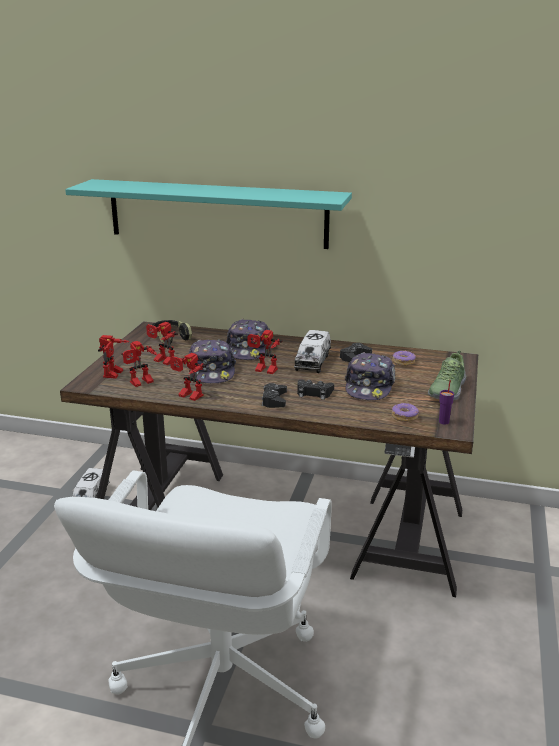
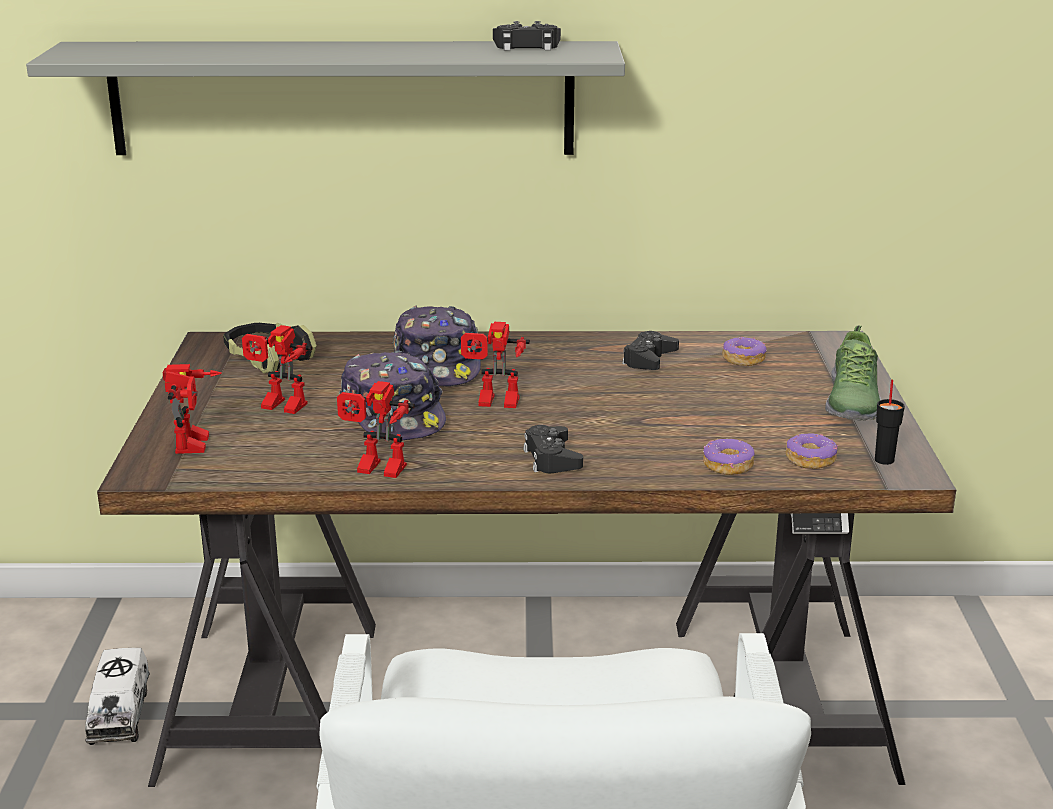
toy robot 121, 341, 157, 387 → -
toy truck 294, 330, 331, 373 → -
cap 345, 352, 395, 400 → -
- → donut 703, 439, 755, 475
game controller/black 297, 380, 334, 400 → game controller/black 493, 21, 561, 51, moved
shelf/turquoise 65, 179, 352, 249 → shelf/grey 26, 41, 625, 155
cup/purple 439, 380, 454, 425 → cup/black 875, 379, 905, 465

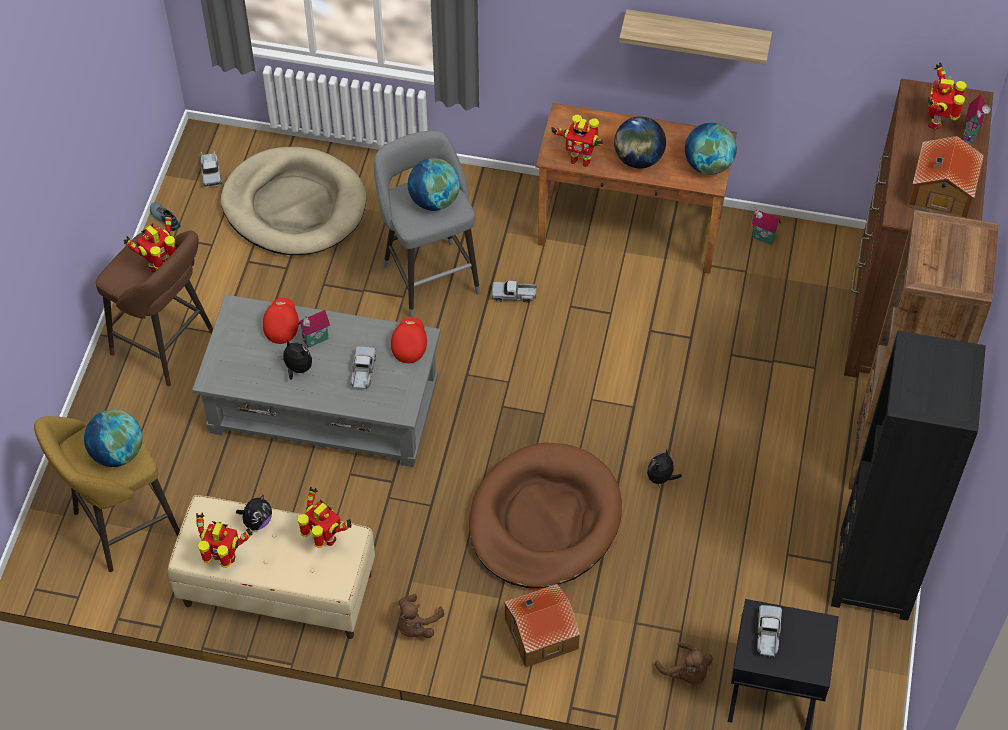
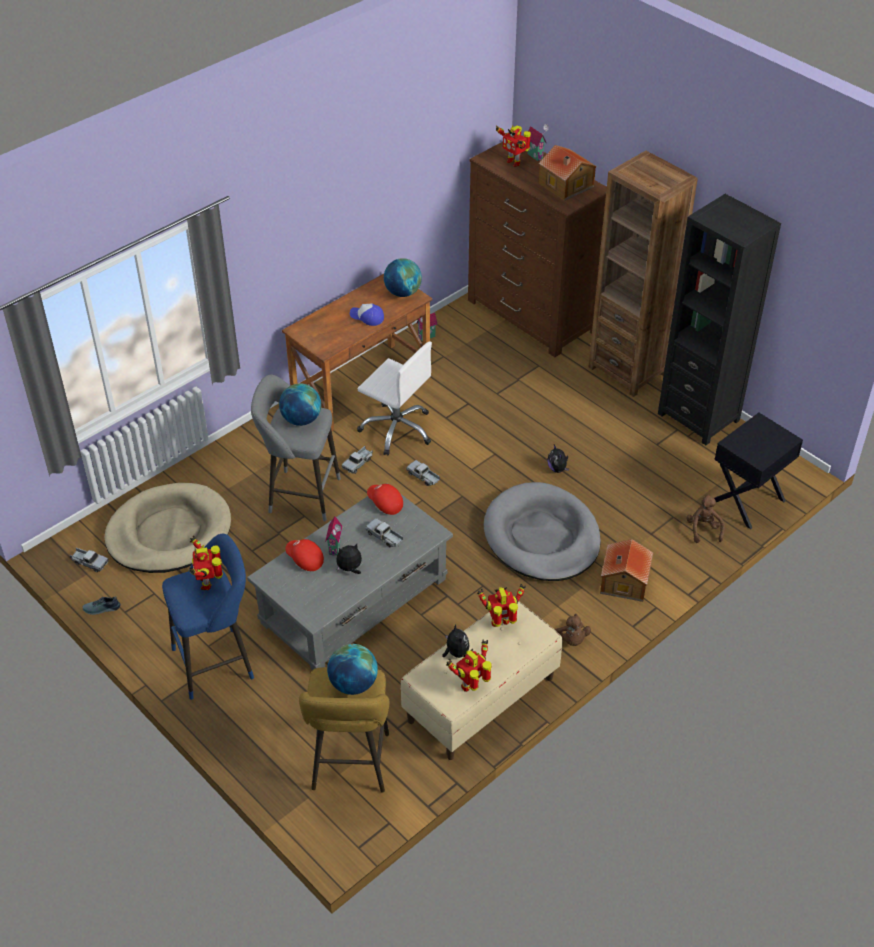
toy robot 551, 115, 603, 167 → -
shelf 619, 9, 772, 65 → -
- → office chair/white 357, 342, 432, 455
toy truck 757, 605, 782, 657 → toy truck 406, 460, 440, 486, moved
globe 614, 116, 666, 168 → cap 350, 303, 384, 326
stool/brown 96, 231, 213, 386 → stool/blue 162, 534, 254, 700
dog bed/brown 469, 442, 622, 588 → dog bed/grey 484, 482, 601, 581
plush toy/brown 655, 642, 713, 685 → plush toy/brown 686, 494, 725, 543, 90 degrees counterclockwise

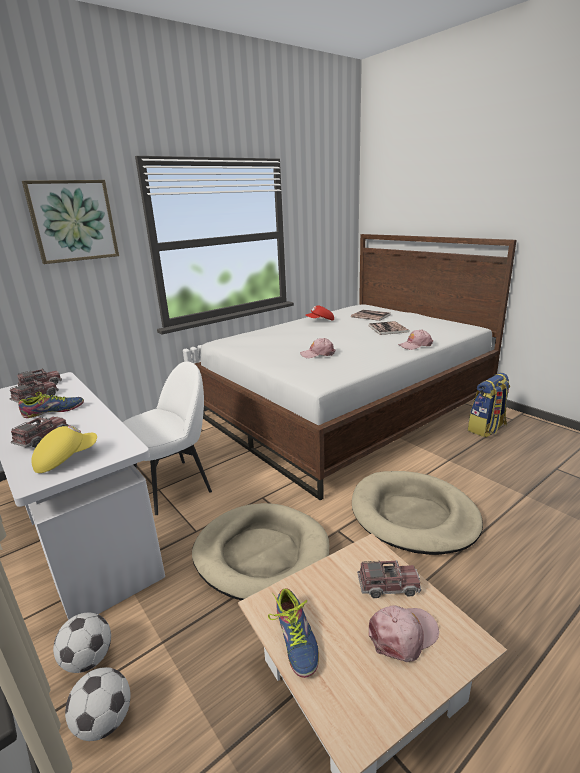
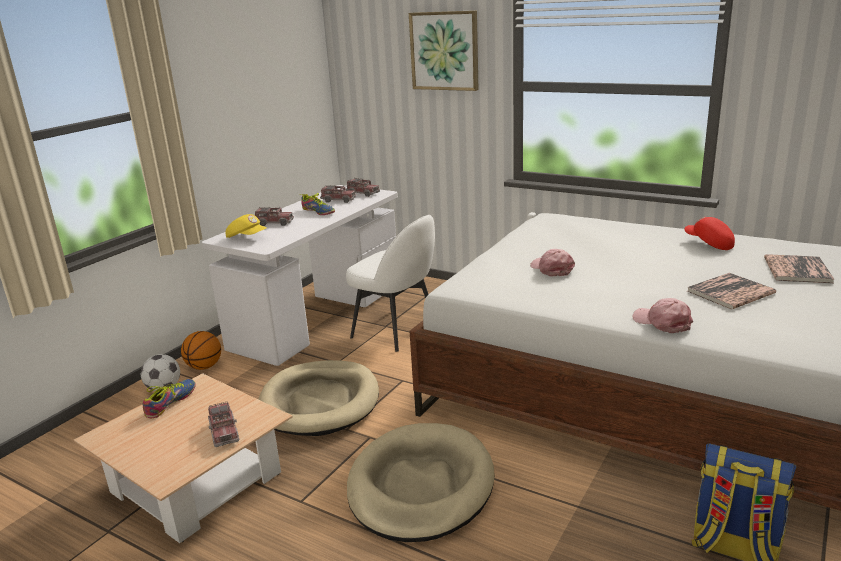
cap/pink 369, 605, 439, 662 → -
football 53, 613, 111, 673 → basketball 181, 331, 221, 370
shoe 268, 588, 319, 678 → shoe 143, 379, 195, 418, 150 degrees clockwise

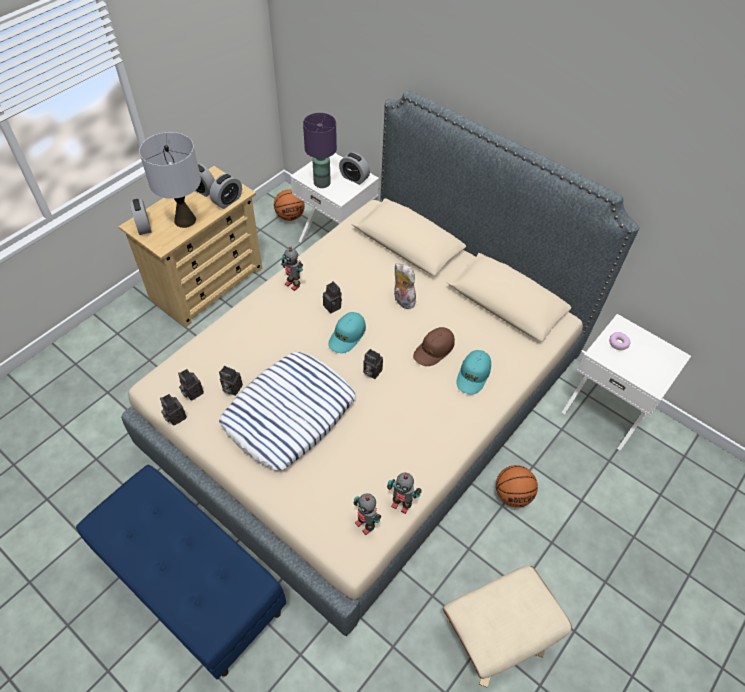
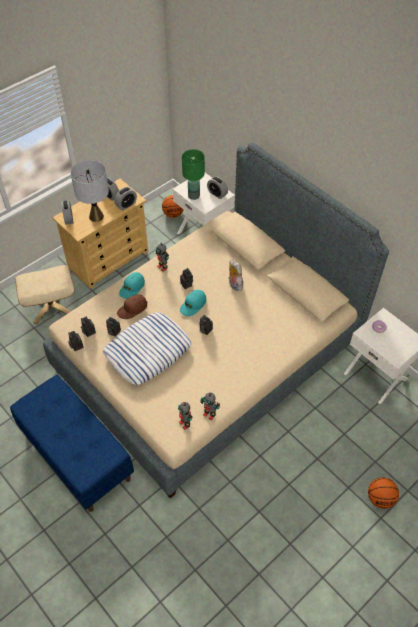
cap/brown 413, 327, 455, 366 → cap/brown 117, 294, 147, 319, moved
ottoman/beige 443, 566, 572, 687 → ottoman/beige 15, 265, 75, 324, moved
cap/turquoise 456, 350, 491, 395 → cap/turquoise 119, 272, 145, 299, moved
basketball 496, 465, 538, 507 → basketball 368, 478, 399, 509, moved
table lamp/purple 303, 113, 337, 188 → table lamp/green 182, 149, 205, 200

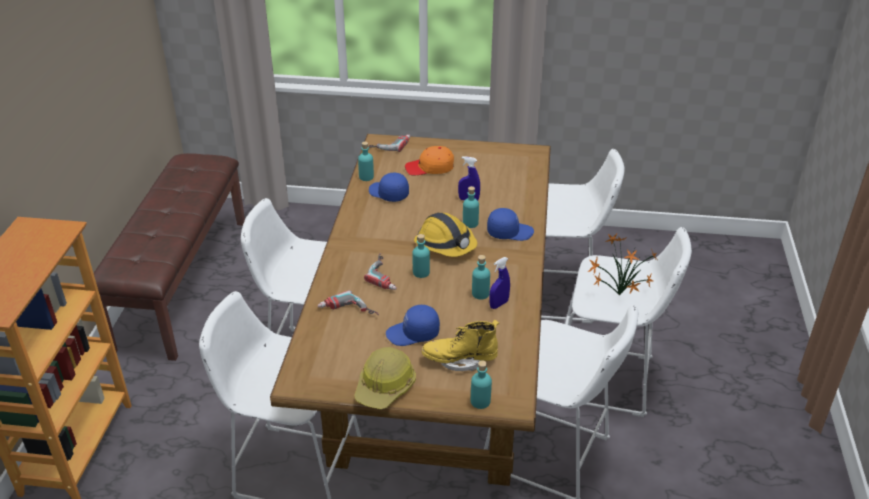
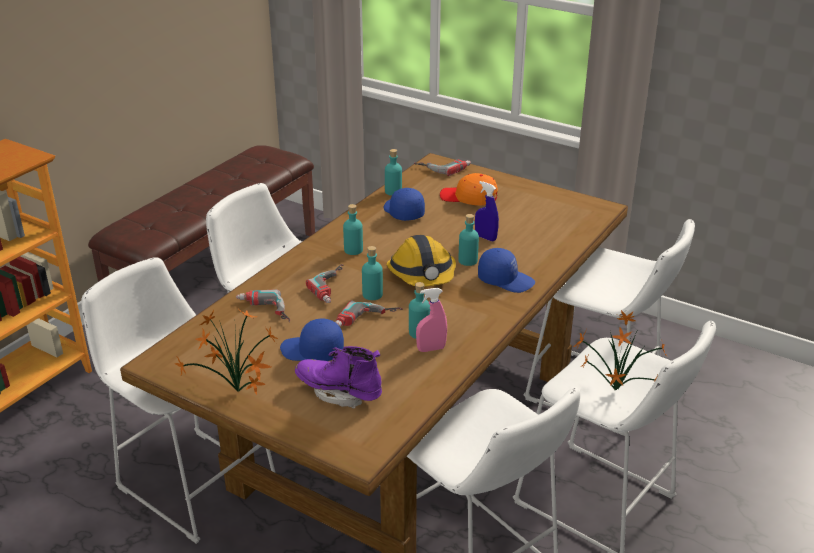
- → power drill 335, 300, 403, 327
bottle/turquoise 471, 360, 492, 409 → bottle/turquoise 343, 204, 363, 255, moved
hard hat 354, 347, 416, 410 → potted plant 175, 309, 278, 395
boot/yellow 422, 320, 499, 371 → boot/purple 295, 346, 382, 409
spray bottle/blue 489, 257, 510, 309 → spray bottle/pink 416, 288, 447, 352

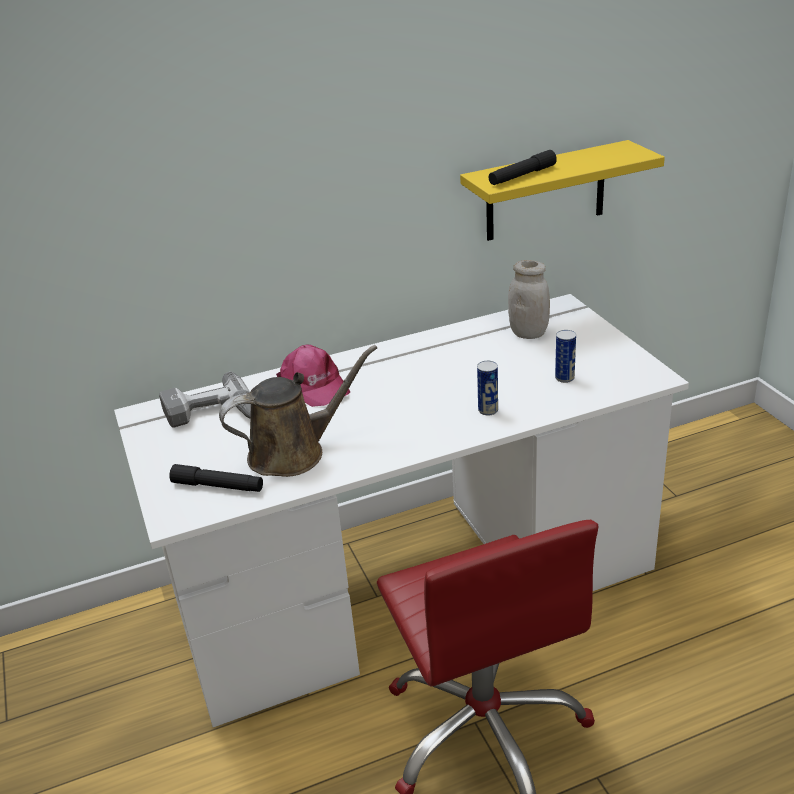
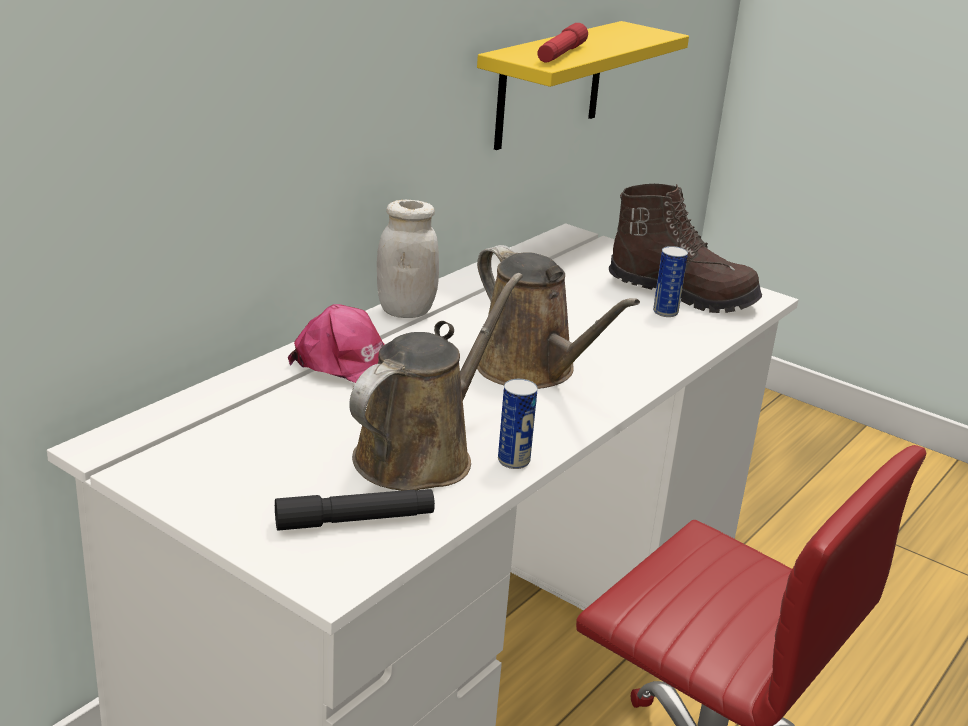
power drill 159, 372, 251, 428 → -
- → watering can/brown 477, 245, 640, 389
- → boot/brown 609, 184, 762, 313
can 477, 361, 498, 416 → can 498, 379, 538, 469, moved
jar/white 508, 260, 550, 339 → jar/white 377, 200, 439, 318, moved
flashlight/black 488, 150, 557, 185 → flashlight/red 537, 23, 588, 62

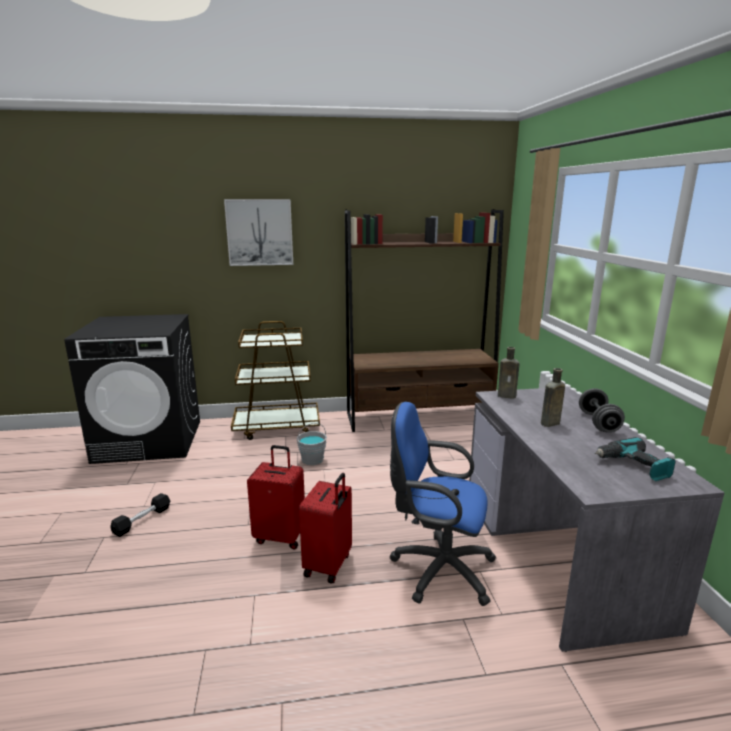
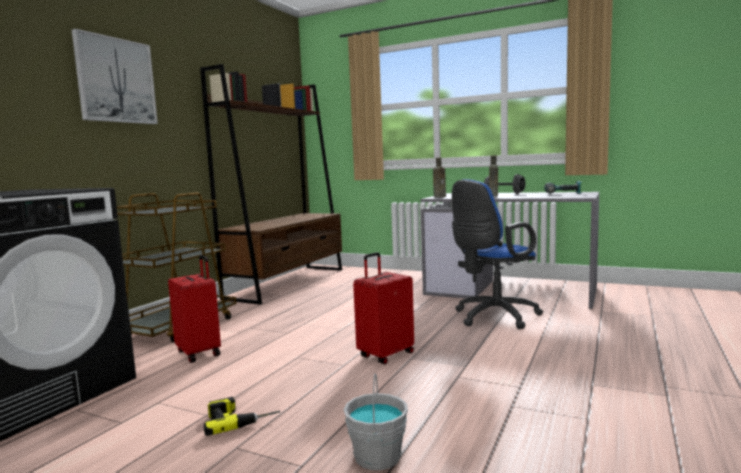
bucket/grey 297, 423, 327, 465 → bucket/grey 344, 373, 408, 470, moved
suitcase/red 299, 473, 352, 584 → suitcase/red 168, 255, 221, 363, moved
dumbbell/black 110, 493, 170, 537 → power drill 204, 397, 280, 436

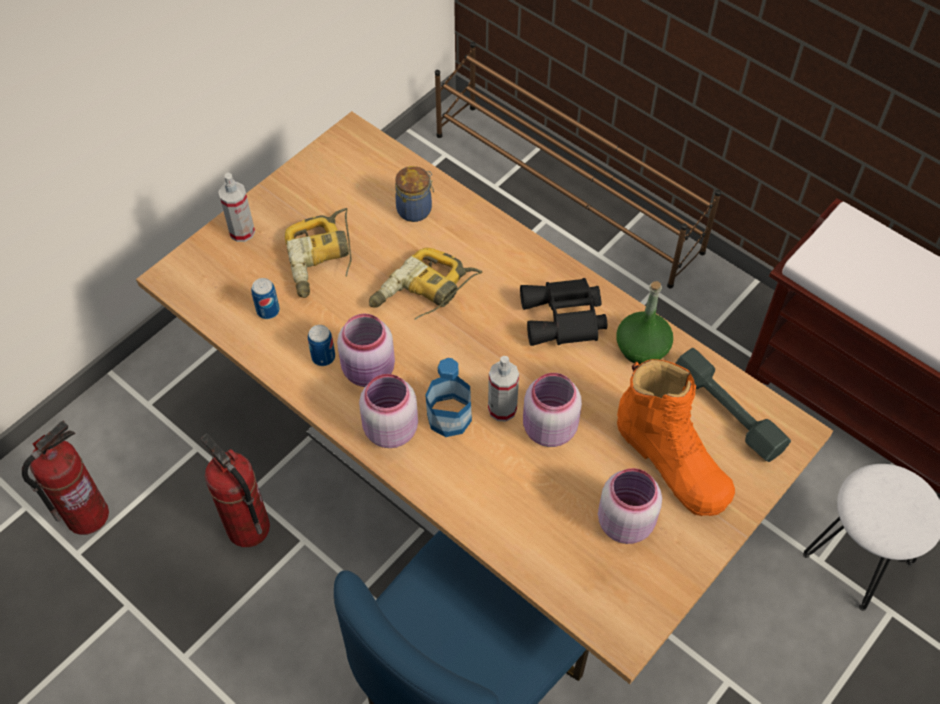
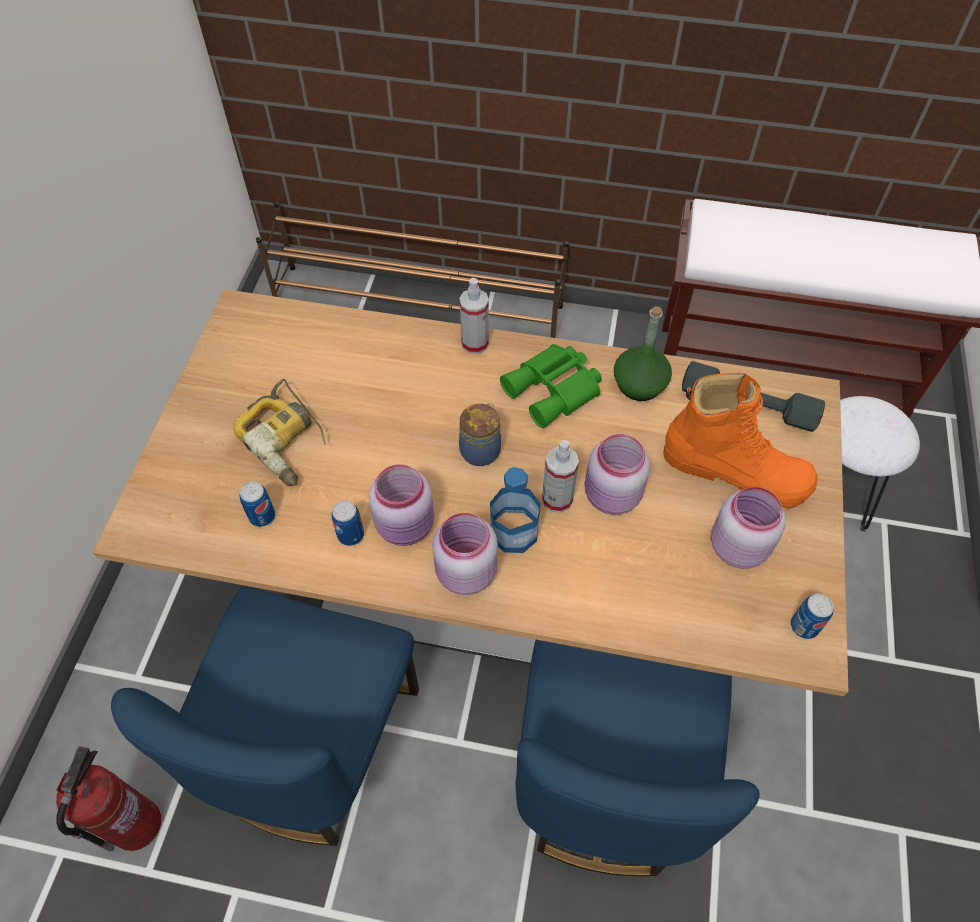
power drill 369, 248, 482, 320 → -
- → can 791, 594, 834, 639
spray bottle 218, 173, 255, 242 → spray bottle 460, 278, 489, 354, moved
jar 395, 166, 434, 222 → jar 459, 403, 501, 466, moved
fire extinguisher 201, 434, 270, 547 → chair/blue 111, 587, 419, 846
binoculars/black 520, 278, 607, 346 → binoculars/green 500, 344, 602, 428

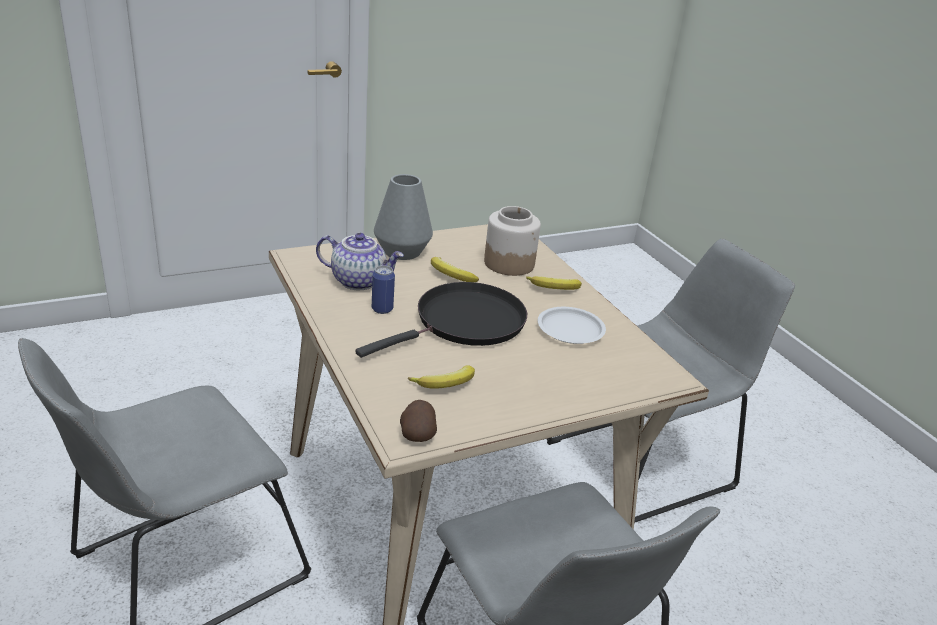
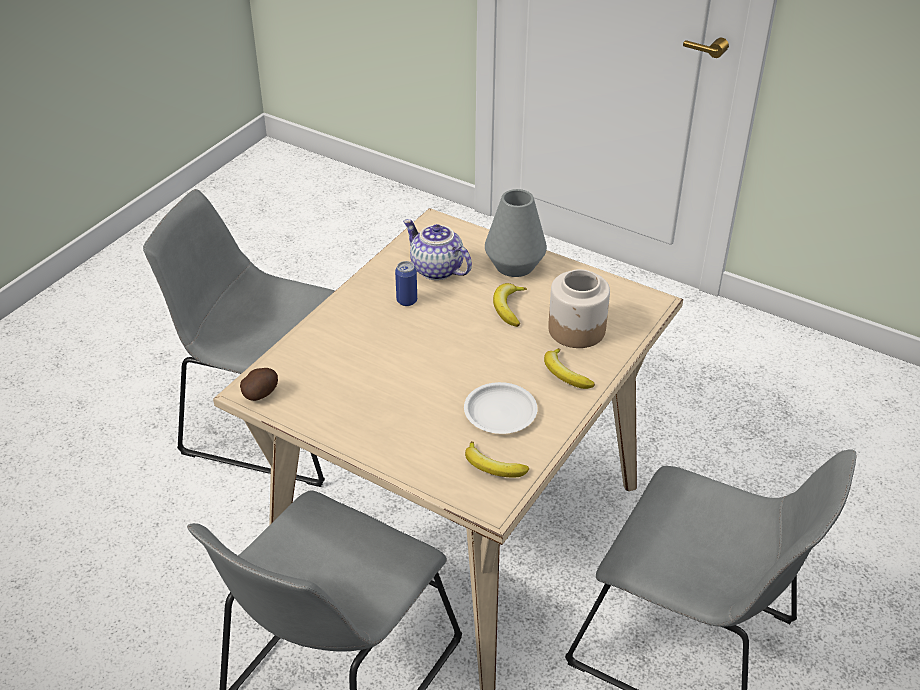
frying pan/black 355, 282, 527, 358 → -
banana 408, 366, 475, 389 → banana 465, 441, 529, 478, moved
teapot 316, 233, 404, 290 → teapot 403, 219, 472, 280, 150 degrees clockwise

